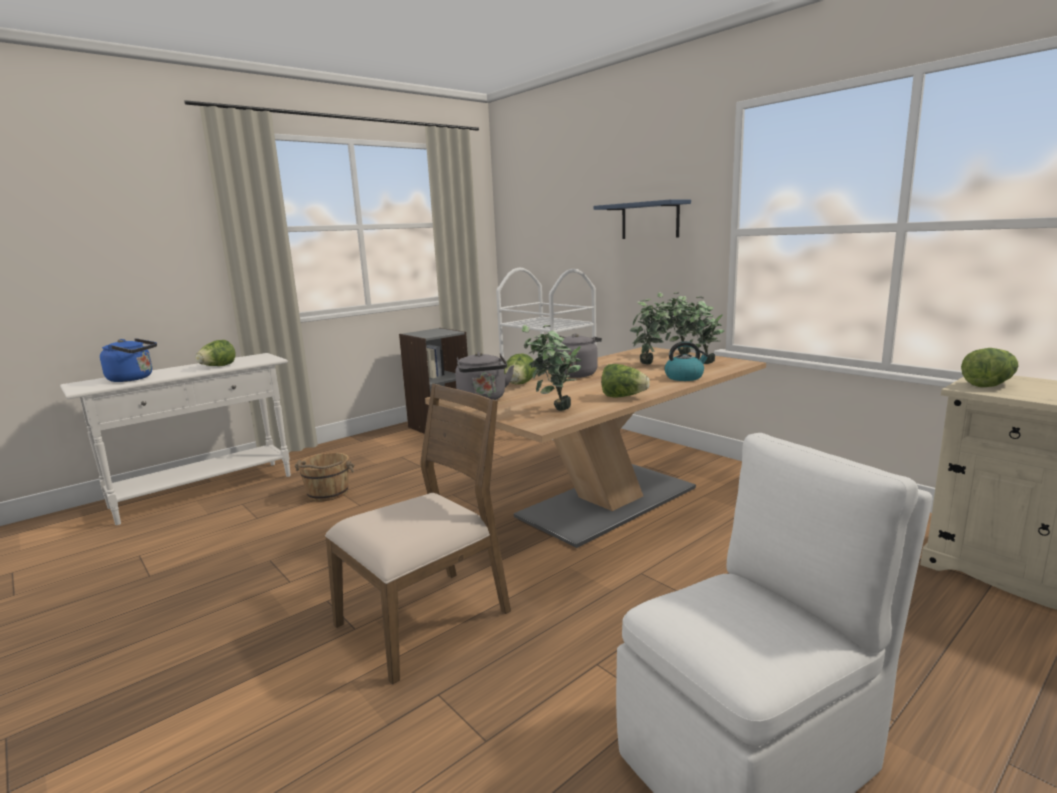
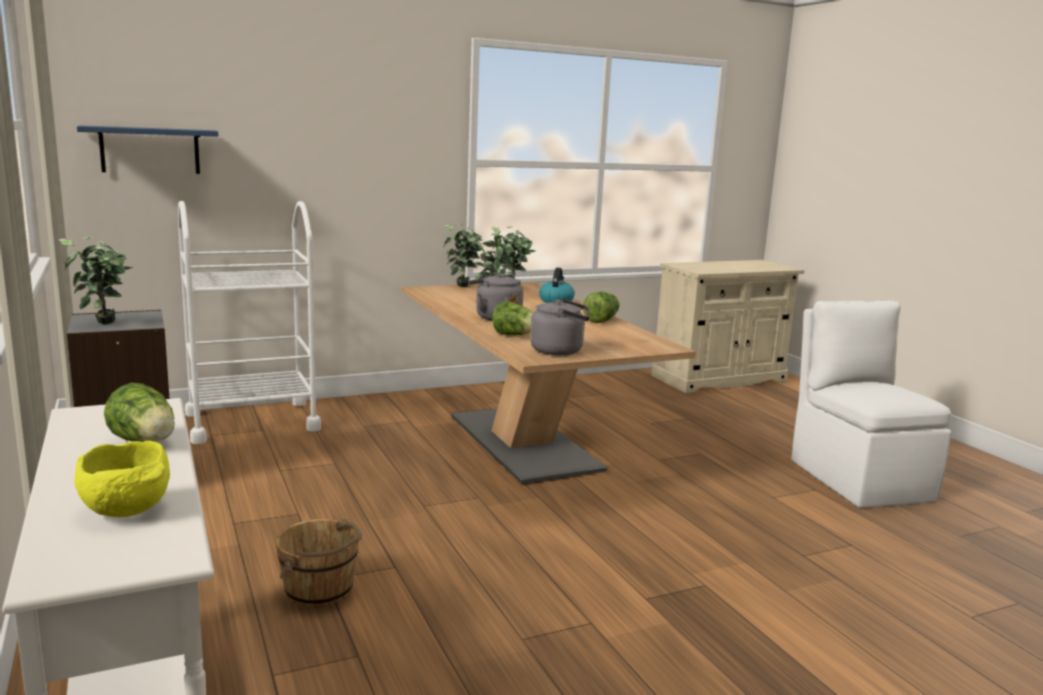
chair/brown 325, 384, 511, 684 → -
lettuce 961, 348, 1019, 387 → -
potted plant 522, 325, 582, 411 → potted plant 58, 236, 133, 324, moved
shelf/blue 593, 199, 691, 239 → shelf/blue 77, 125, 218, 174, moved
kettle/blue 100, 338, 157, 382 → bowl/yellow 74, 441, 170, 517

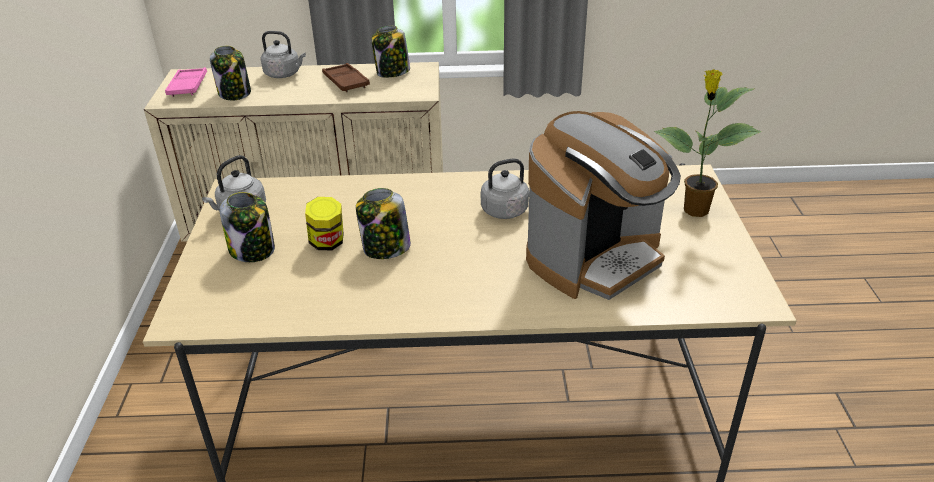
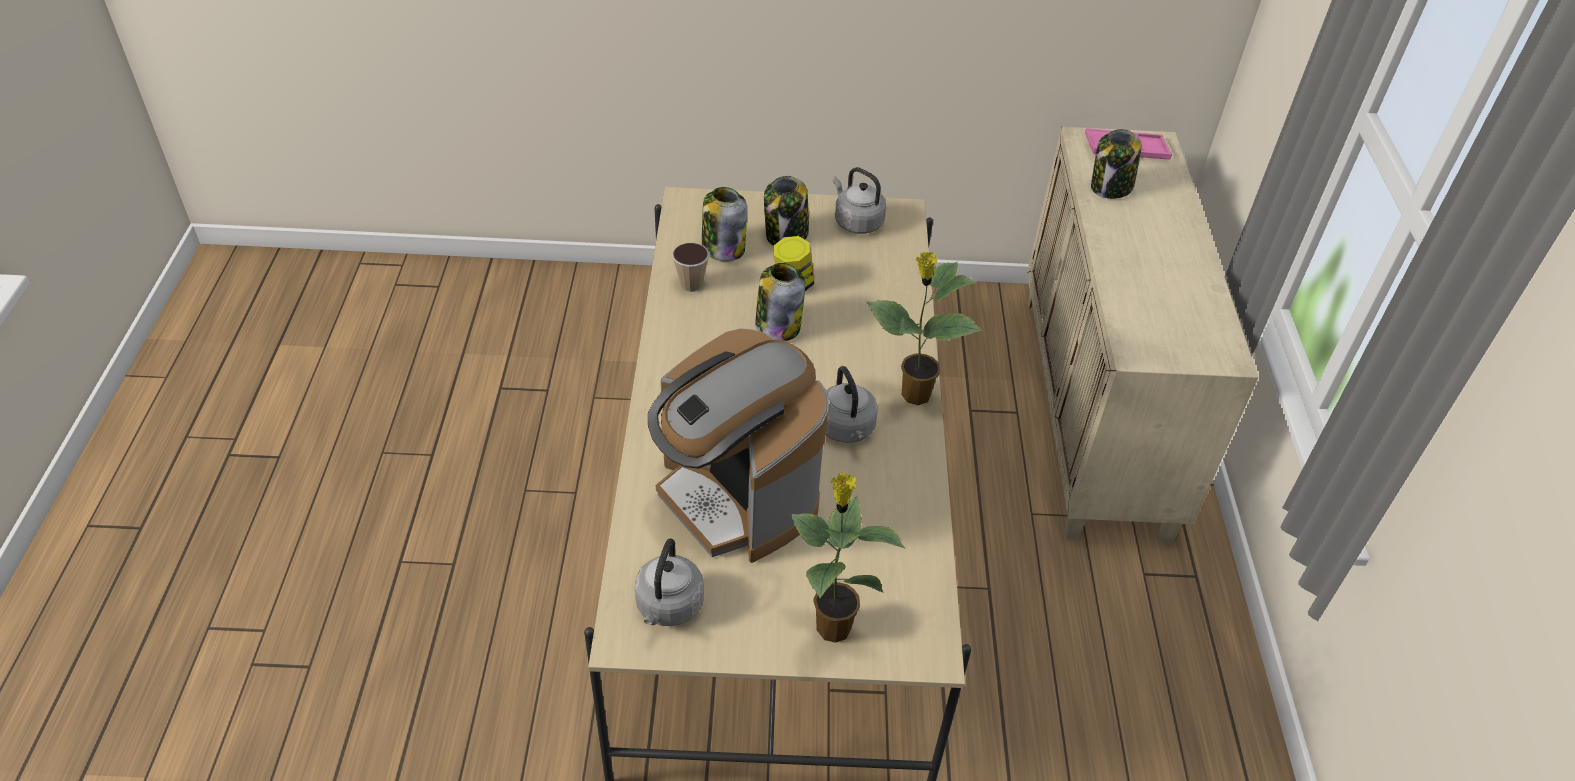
tray/brown 322, 63, 370, 92 → -
- → cup 672, 243, 709, 292
- → potted plant 867, 252, 983, 405
kettle/grey 261, 31, 306, 78 → kettle/grey 634, 539, 704, 626, moved
jar 371, 26, 410, 78 → jar 702, 187, 747, 261, moved

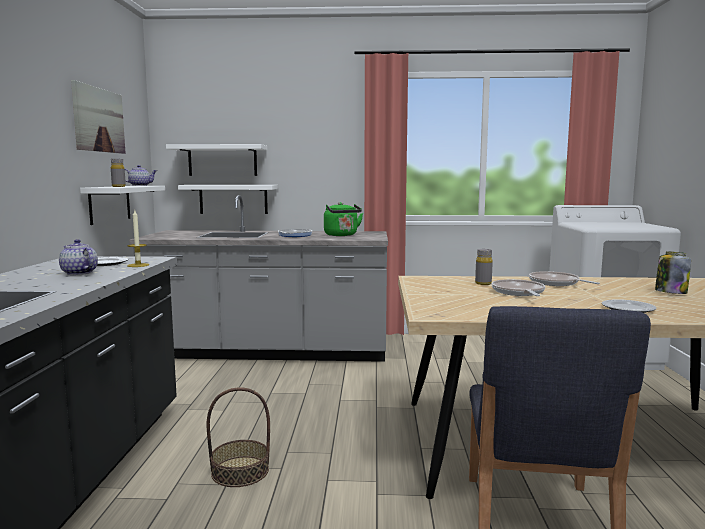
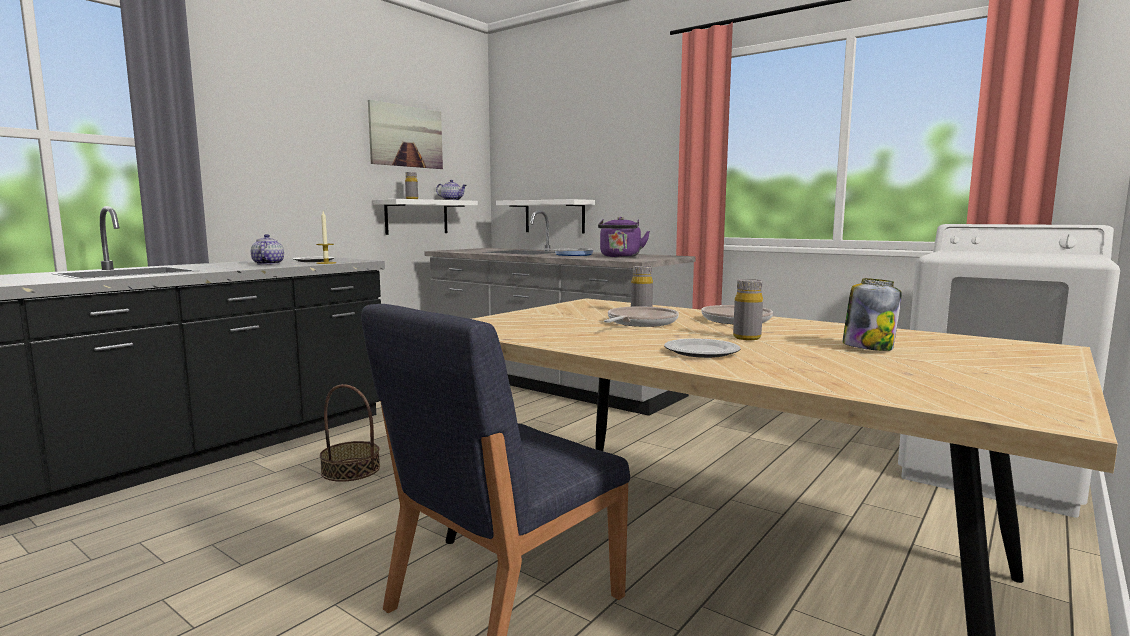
shelf/white 166, 144, 267, 176 → -
- → bottle/grey 733, 279, 763, 340
kettle/green 324, 202, 363, 236 → kettle/purple 598, 217, 650, 257

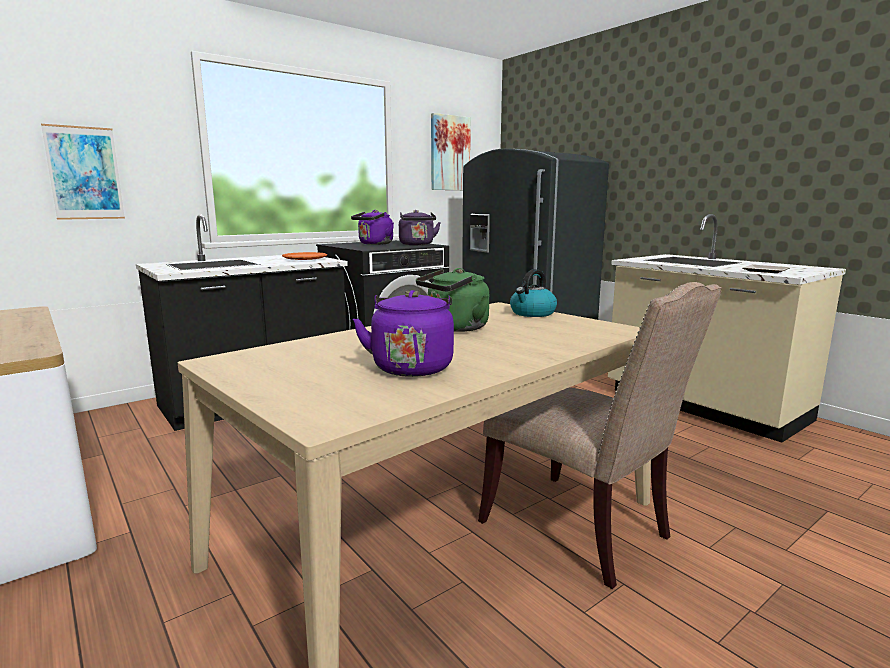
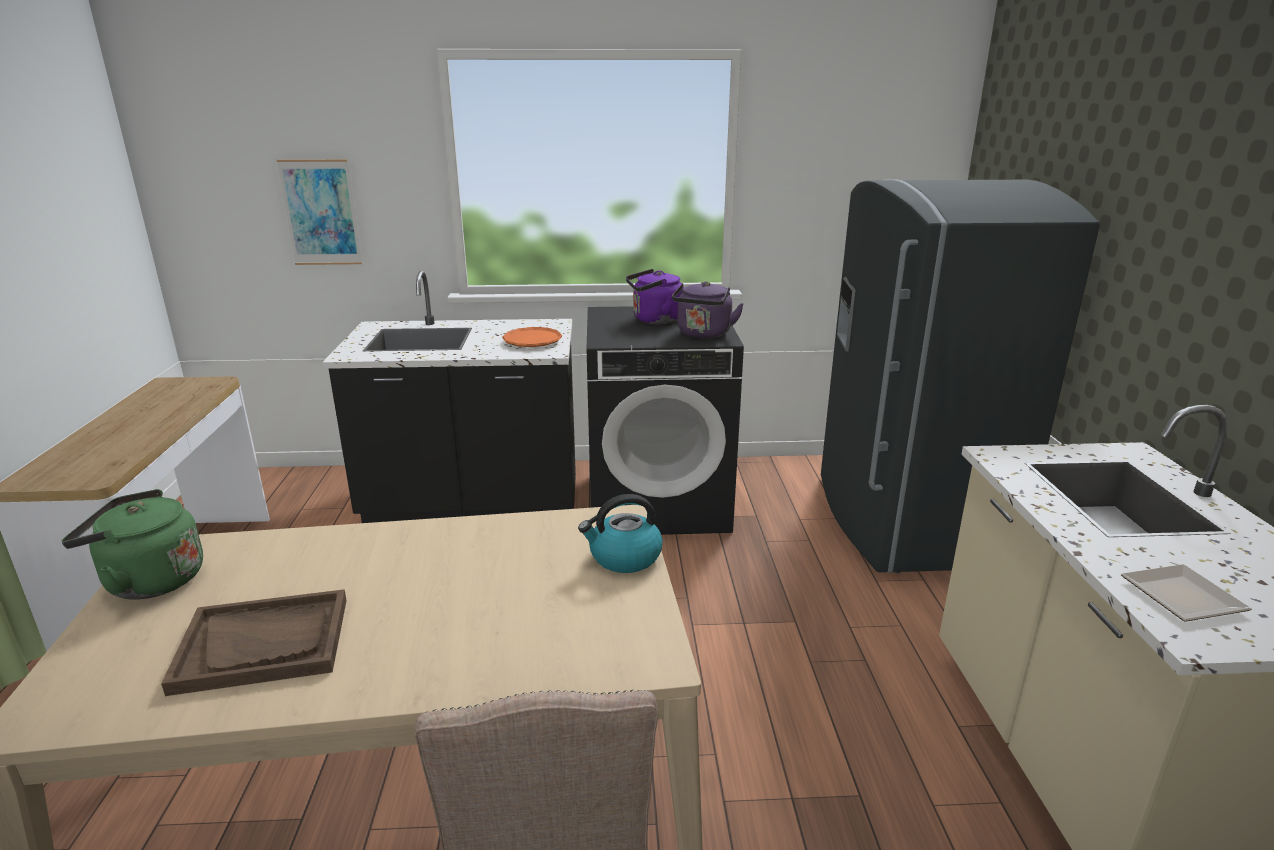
picture 431, 113, 471, 190 → -
kettle/green 416, 268, 489, 332 → kettle/green 62, 489, 203, 600, moved
kettle/purple 353, 290, 454, 377 → tray/brown 161, 589, 347, 696

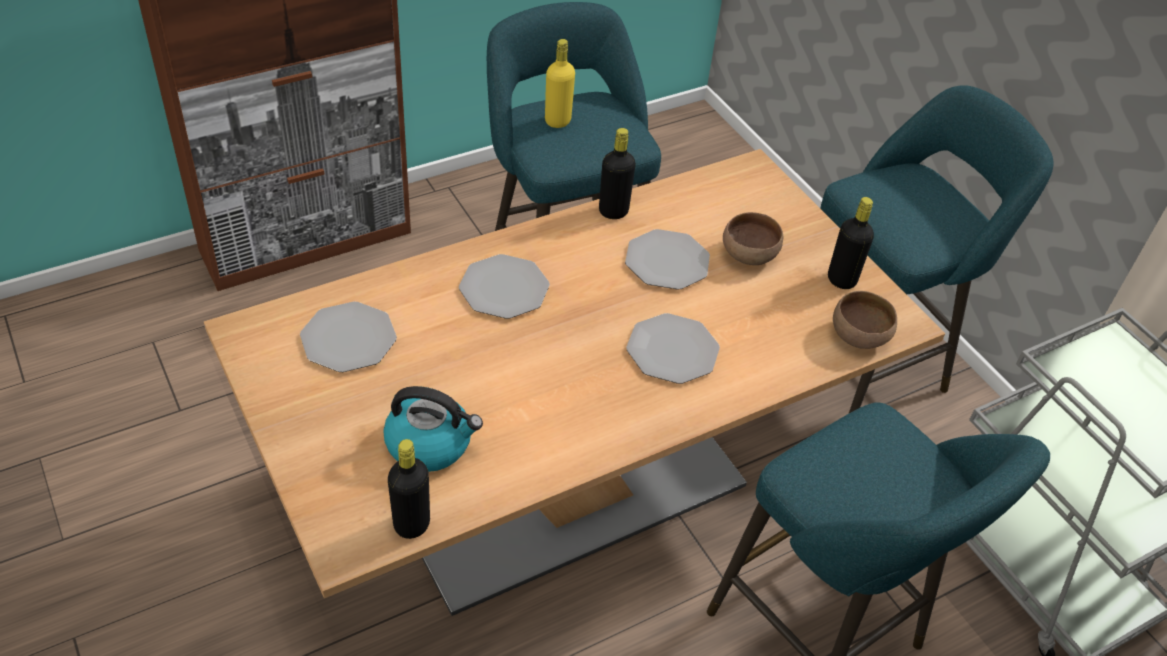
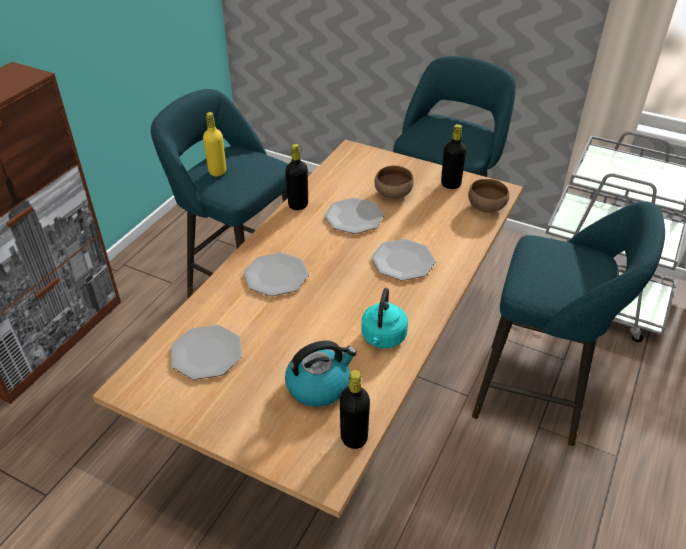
- → kettle/turquoise 361, 288, 408, 348

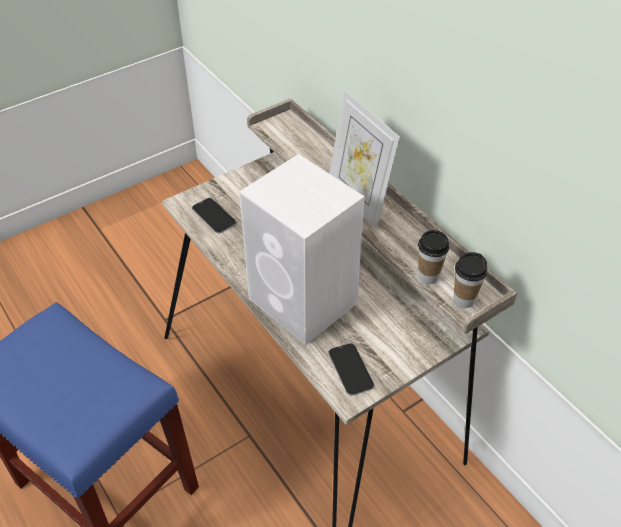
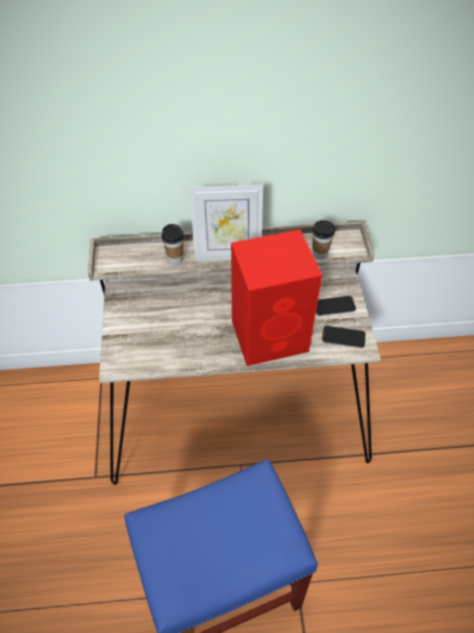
phone 192, 198, 236, 233 → phone 316, 296, 356, 316, moved
cup 453, 252, 487, 308 → cup 161, 224, 184, 265, moved
speaker/white 239, 154, 365, 345 → speaker/red 231, 229, 322, 366

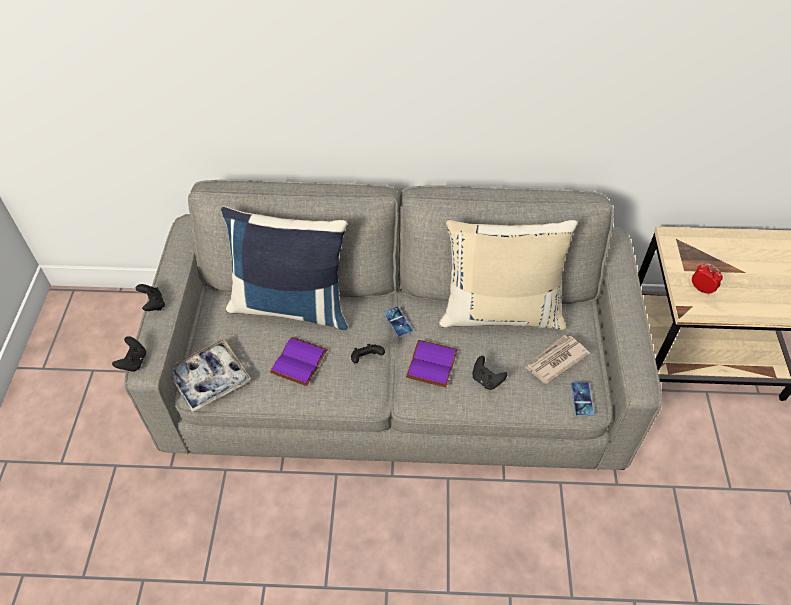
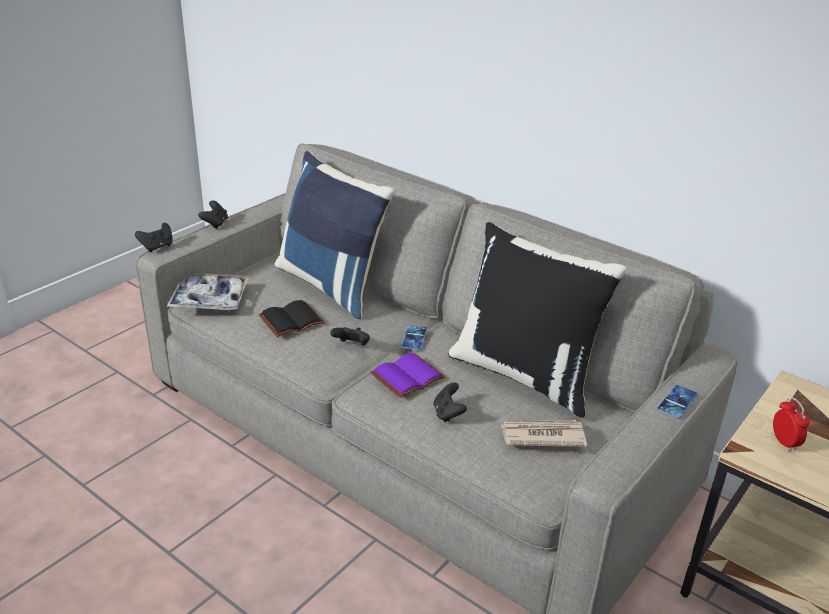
phone 571, 382, 594, 416 → phone 657, 385, 698, 418, moved
book/purple 270, 337, 328, 386 → book/black 259, 300, 325, 337
pillow/beige 439, 220, 577, 330 → pillow/black 448, 222, 627, 417

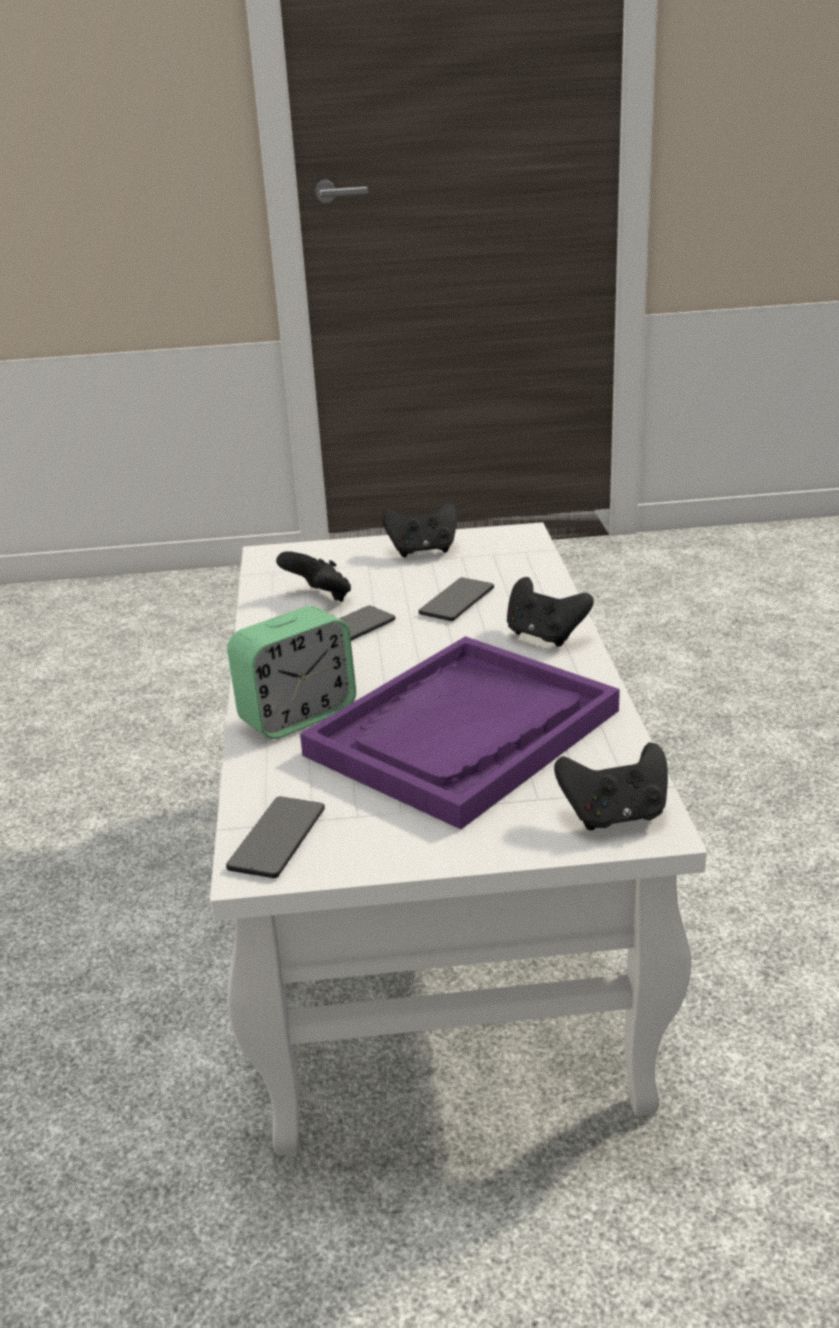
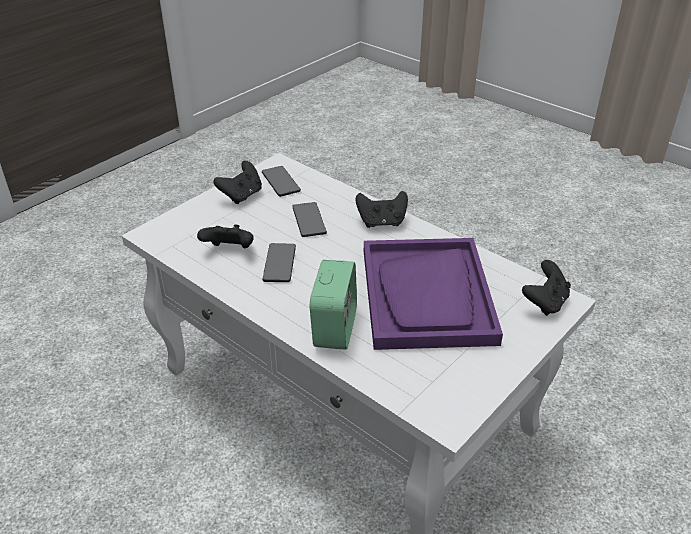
phone 226, 796, 325, 878 → phone 262, 166, 301, 197, moved

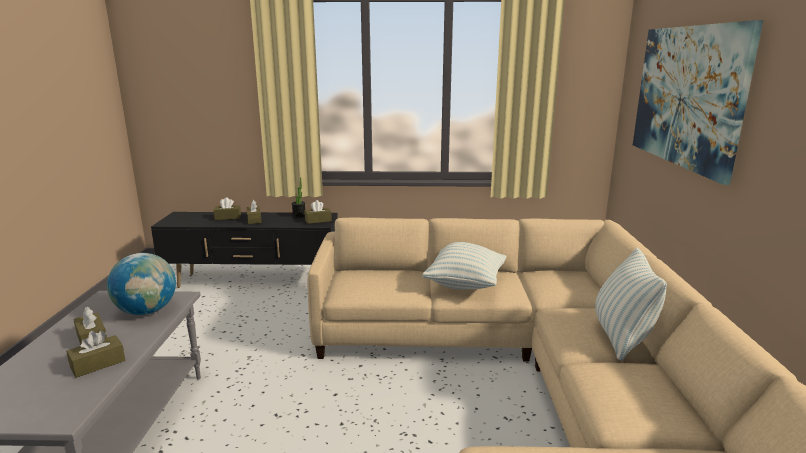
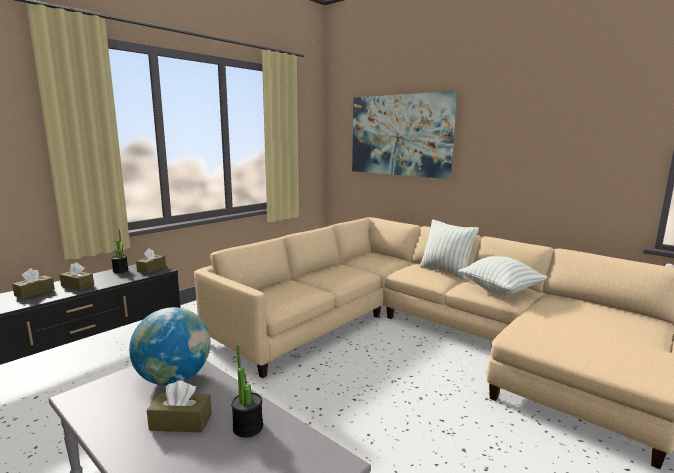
pillow 422, 242, 506, 290 → pillow 458, 256, 547, 295, moved
tissue box/brown 66, 331, 125, 378 → potted plant 231, 344, 263, 437

